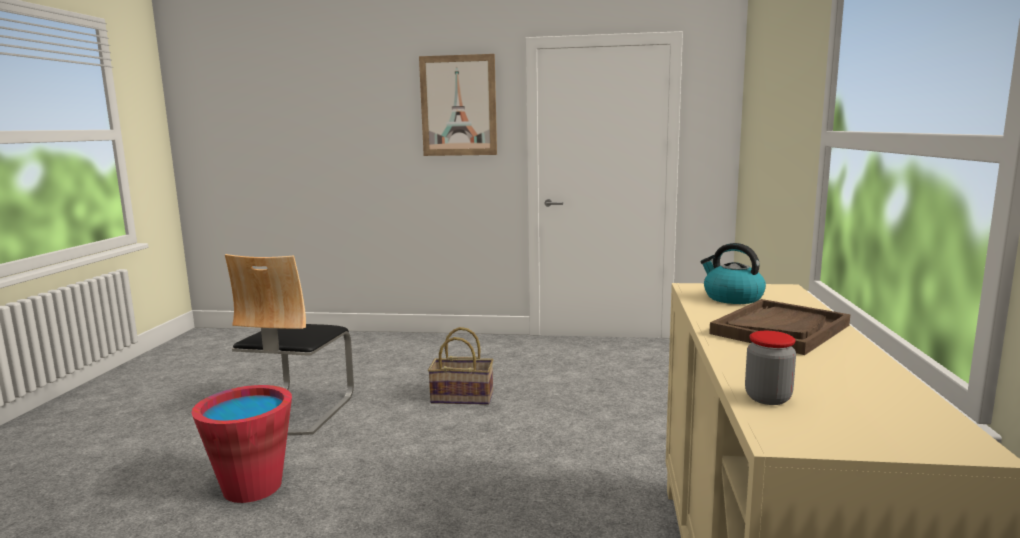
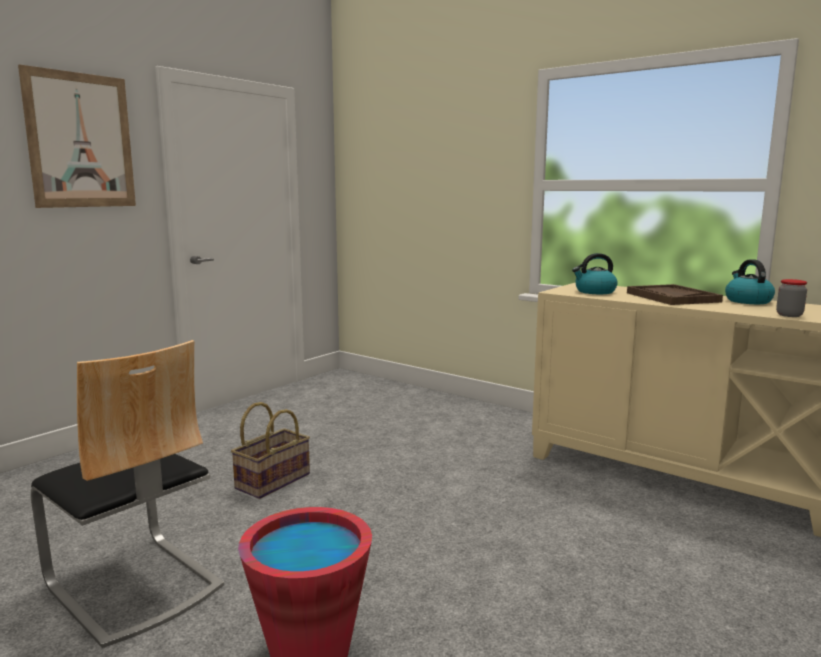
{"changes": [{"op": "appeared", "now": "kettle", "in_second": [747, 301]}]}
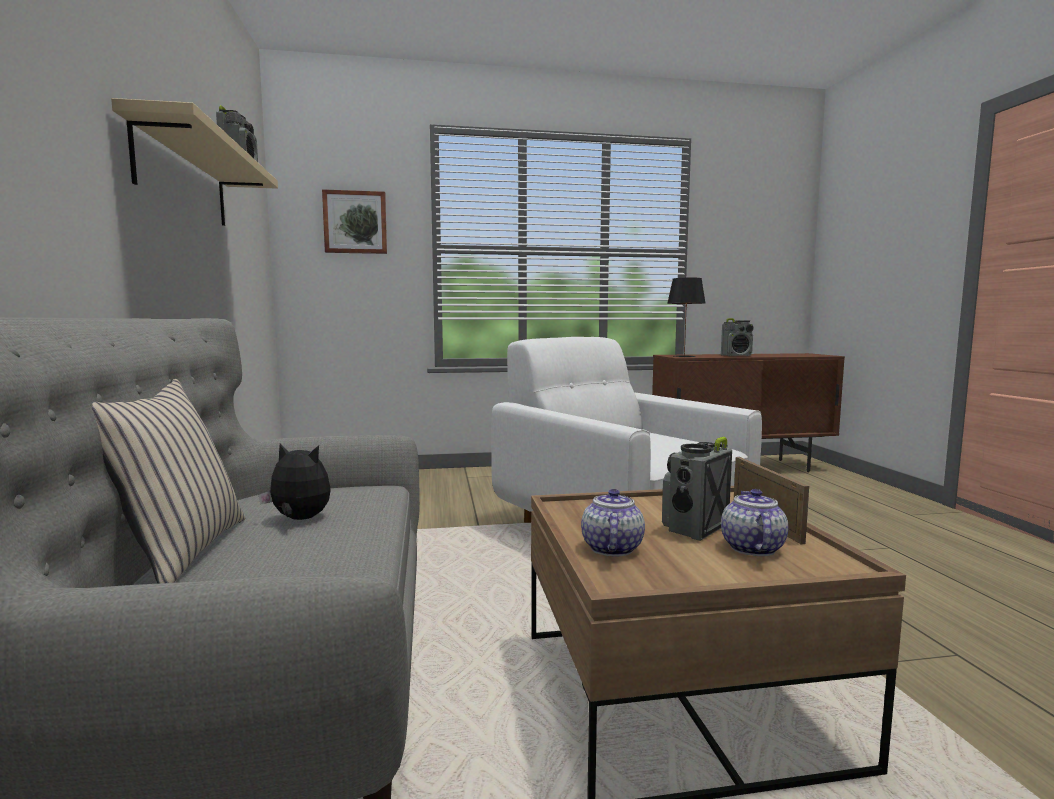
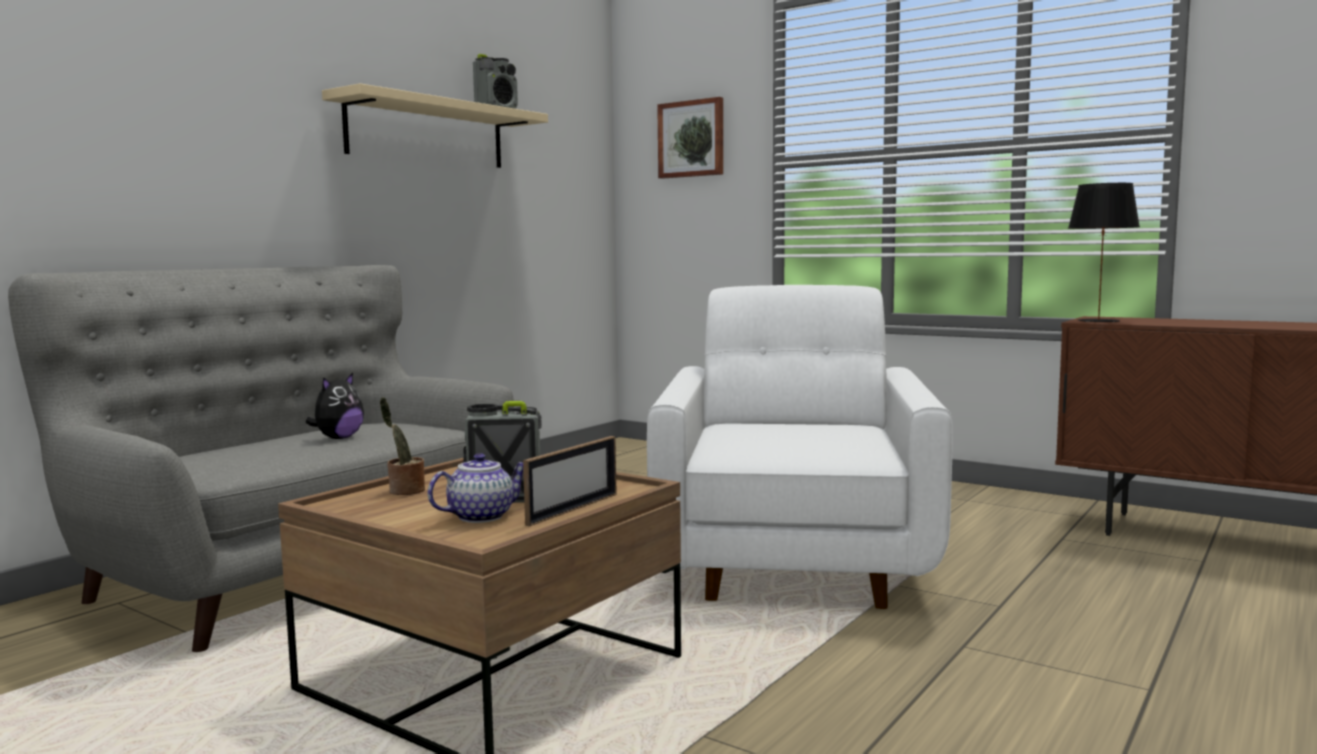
{"changes": [{"op": "missing", "was": "beige pillow", "in_first": [178, 552]}, {"op": "spun", "was": "plush toy", "in_first": [299, 520], "in_second": [338, 438], "clockwise": 60}, {"op": "exchanged", "was": "teapot", "now": "potted plant", "in_first": [611, 548], "in_second": [404, 491]}, {"op": "missing", "was": "radio", "in_first": [737, 355]}]}
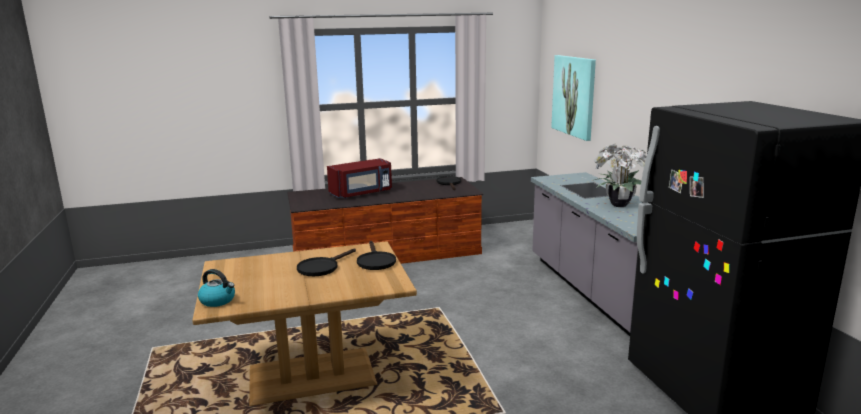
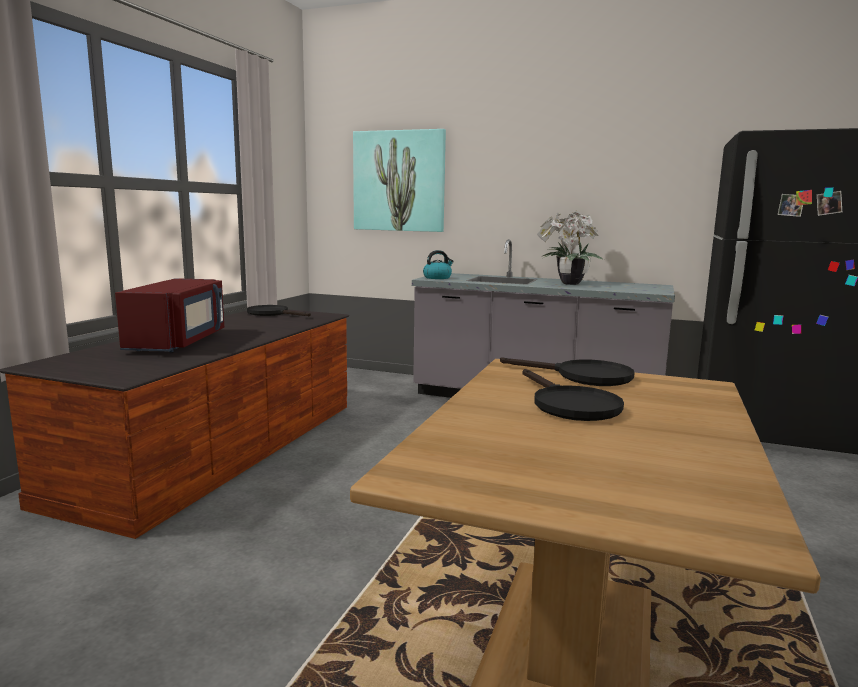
{"changes": [{"op": "relocated", "was": "kettle", "in_first": [218, 300], "in_second": [437, 277]}]}
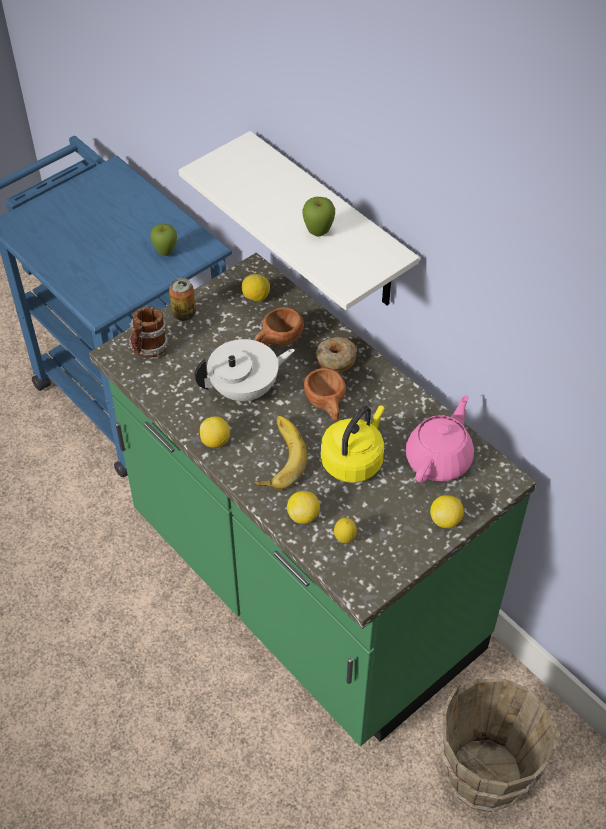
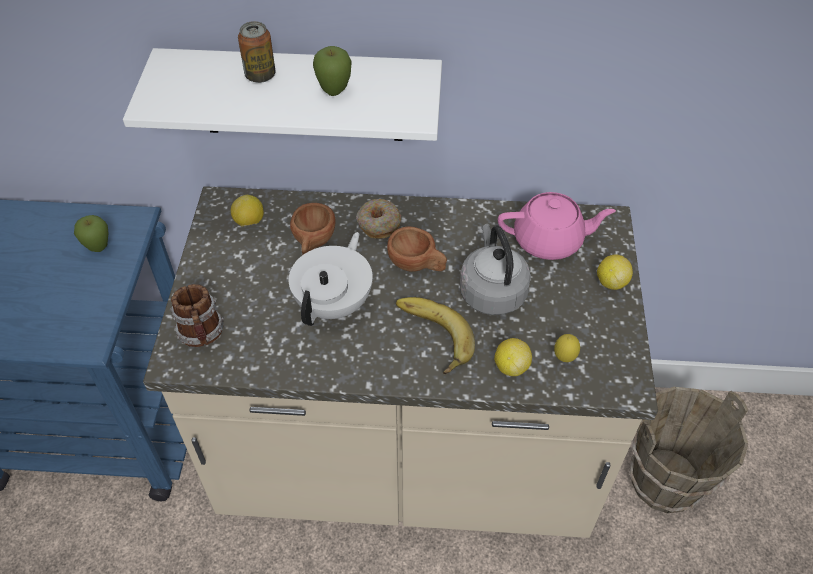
{"changes": [{"op": "colour", "was": "green counter", "now": "beige counter", "in_first": [303, 587], "in_second": [406, 461]}, {"op": "relocated", "was": "can", "in_first": [184, 314], "in_second": [260, 75]}, {"op": "missing", "was": "lemon", "in_first": [215, 441]}, {"op": "colour", "was": "yellow kettle", "now": "grey kettle", "in_first": [354, 460], "in_second": [491, 291]}, {"op": "spun", "was": "pink teapot", "in_first": [439, 459], "in_second": [549, 241], "clockwise": 105}]}
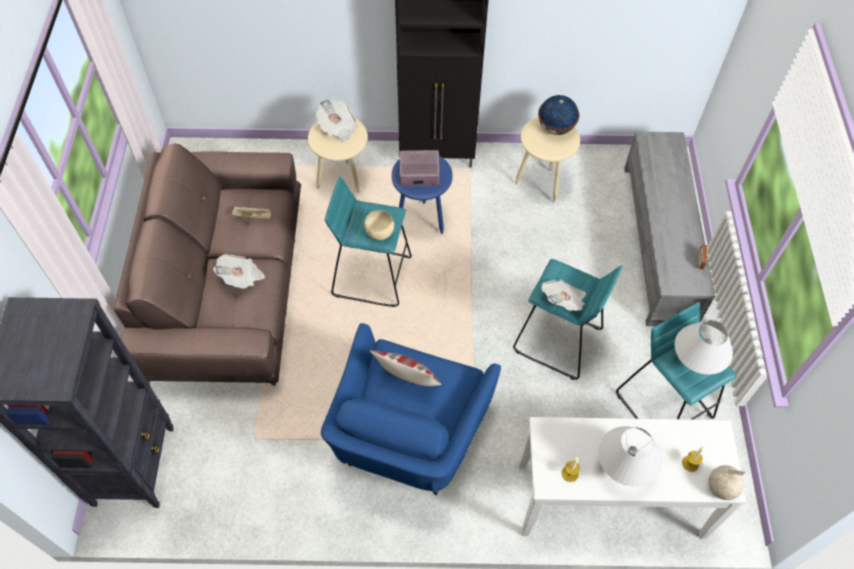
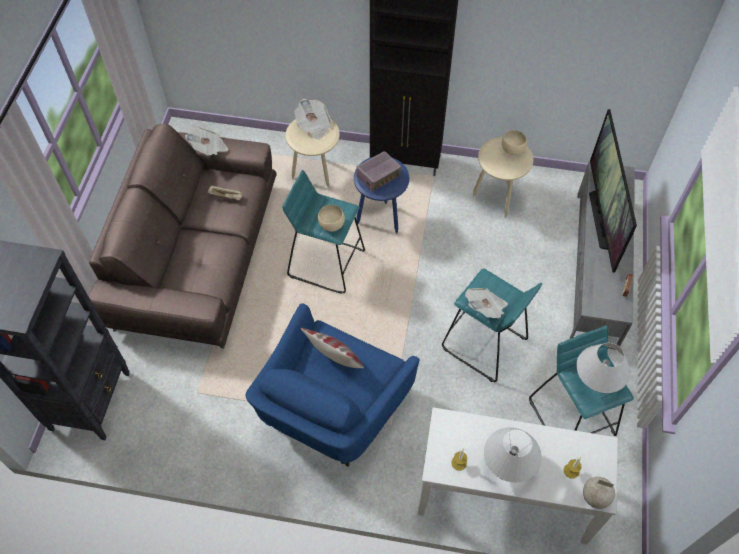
{"changes": [{"op": "relocated", "was": "newspaper", "in_first": [241, 277], "in_second": [209, 148]}, {"op": "spun", "was": "radio", "in_first": [419, 174], "in_second": [378, 176], "clockwise": 135}, {"op": "exchanged", "was": "globe", "now": "beige bowl", "in_first": [555, 128], "in_second": [512, 149]}, {"op": "appeared", "now": "television", "in_second": [601, 220]}]}
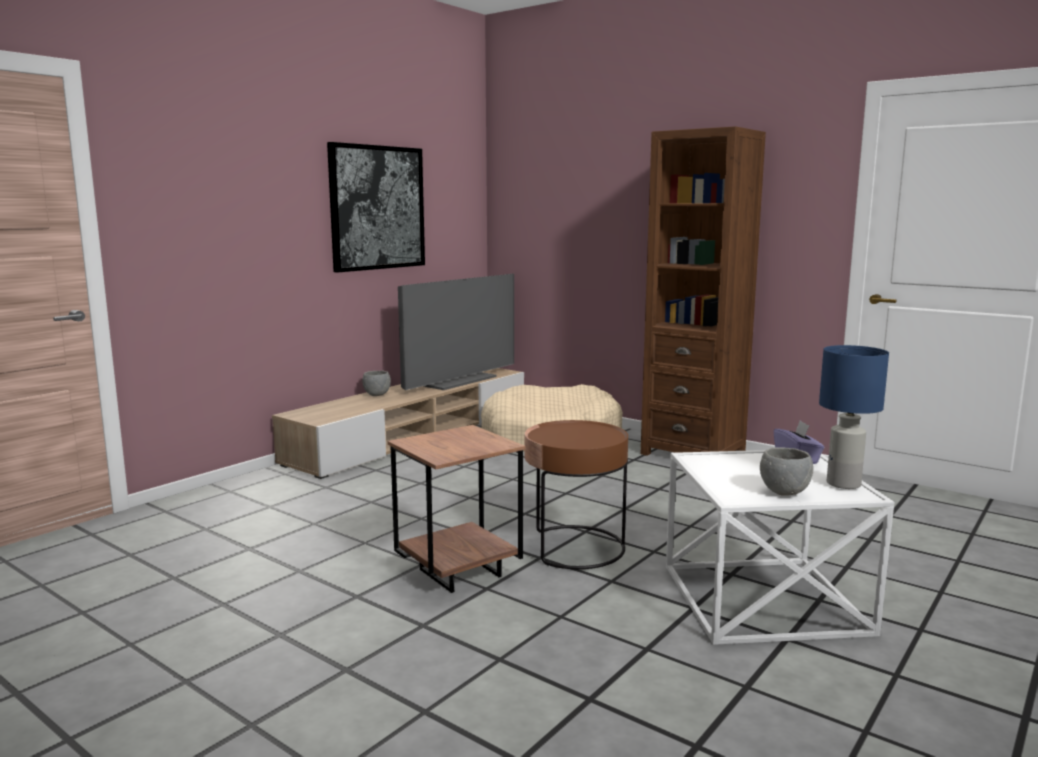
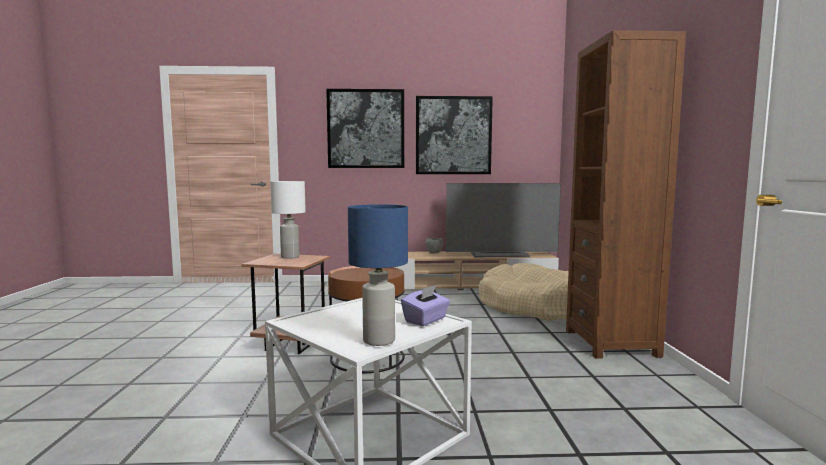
{"changes": [{"op": "missing", "was": "grey bowl", "in_first": [784, 492]}, {"op": "appeared", "now": "white table lamp", "in_second": [290, 257]}, {"op": "appeared", "now": "picture", "in_second": [366, 129]}]}
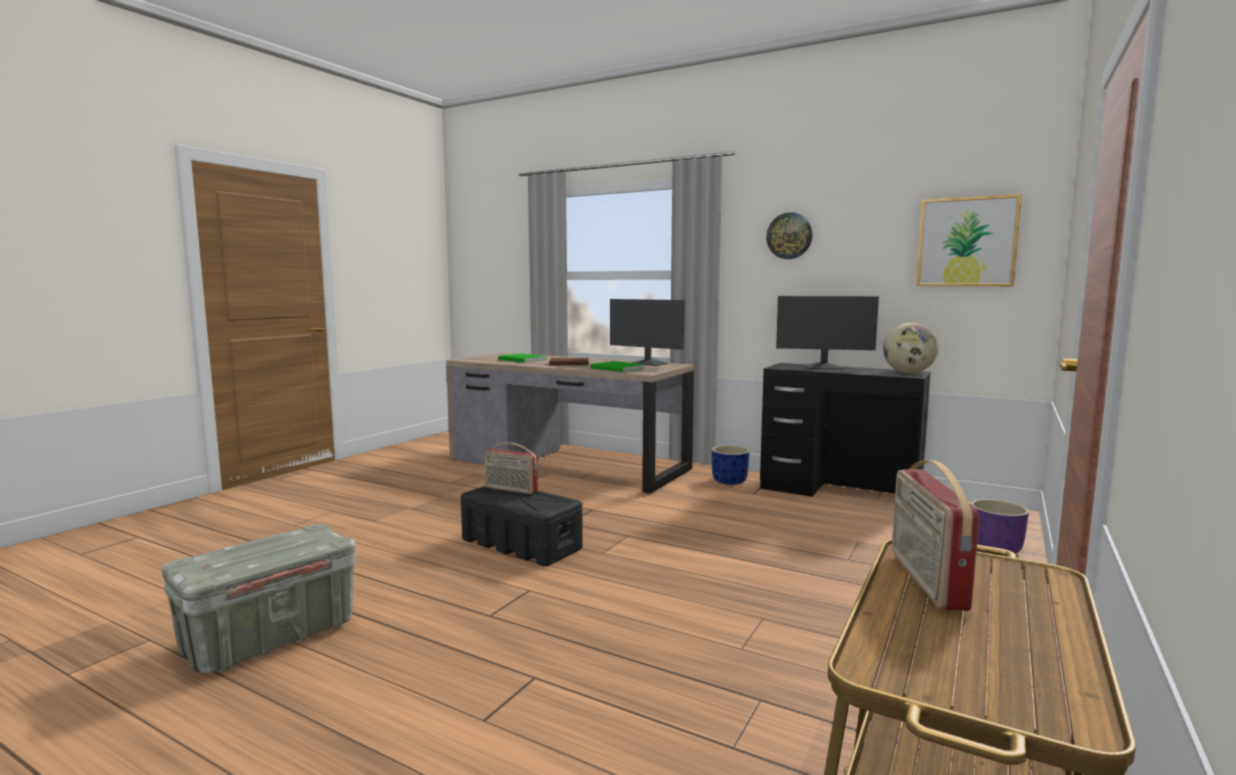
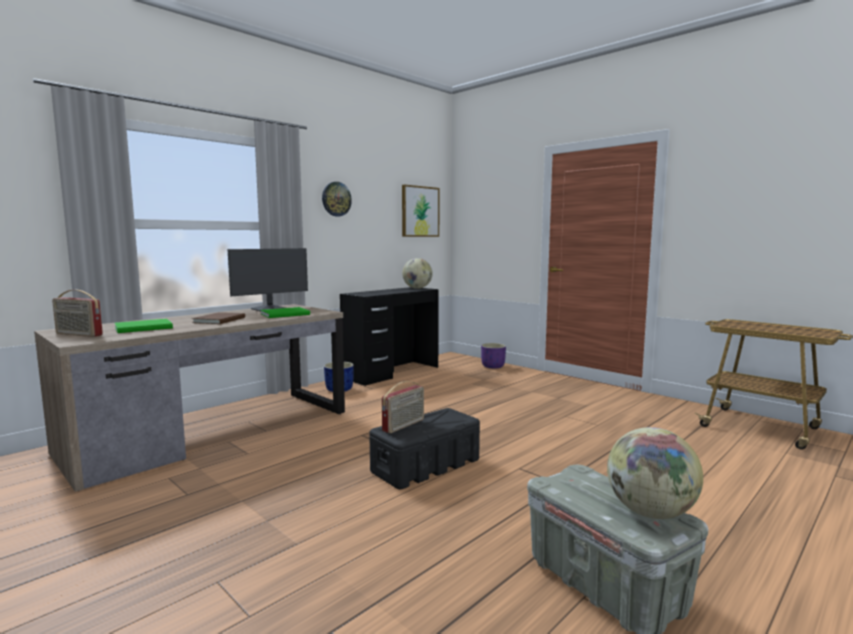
{"changes": [{"op": "missing", "was": "monitor", "in_first": [823, 367]}, {"op": "relocated", "was": "radio", "in_first": [925, 579], "in_second": [78, 335]}, {"op": "appeared", "now": "globe", "in_second": [650, 512]}]}
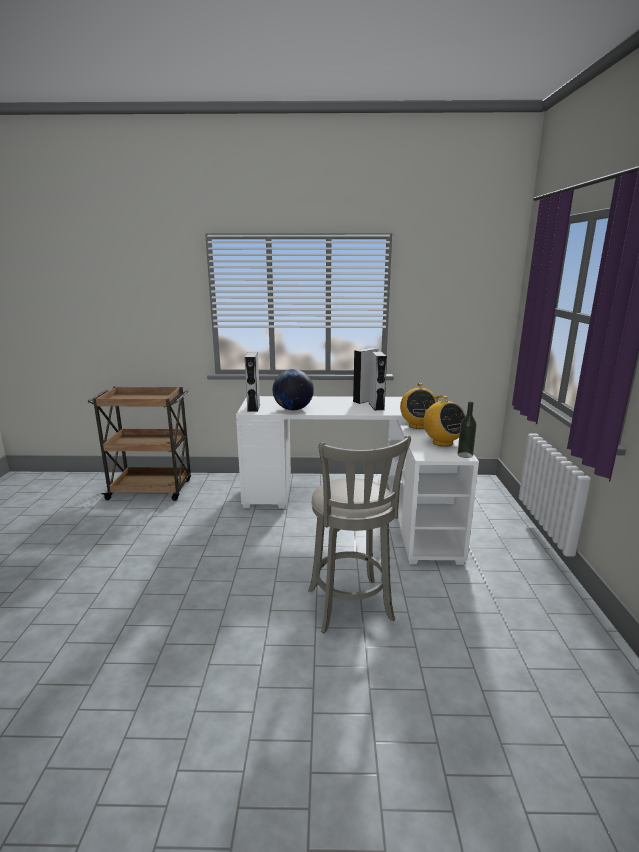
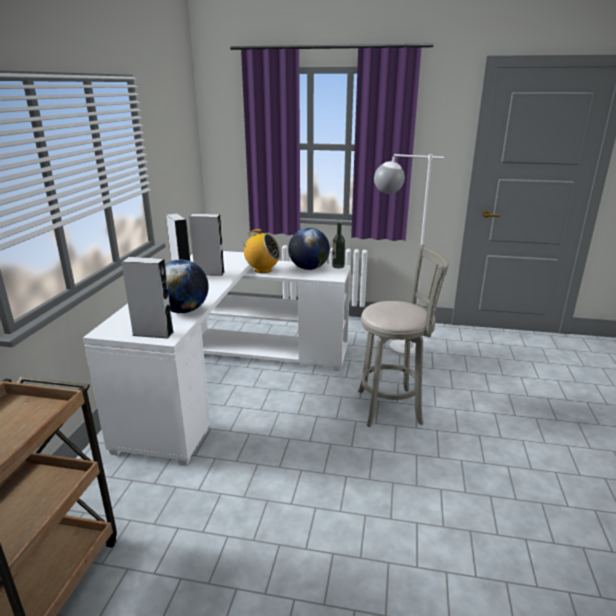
{"changes": [{"op": "exchanged", "was": "radio", "now": "globe", "in_first": [442, 442], "in_second": [309, 268]}, {"op": "appeared", "now": "white floor lamp", "in_second": [393, 346]}]}
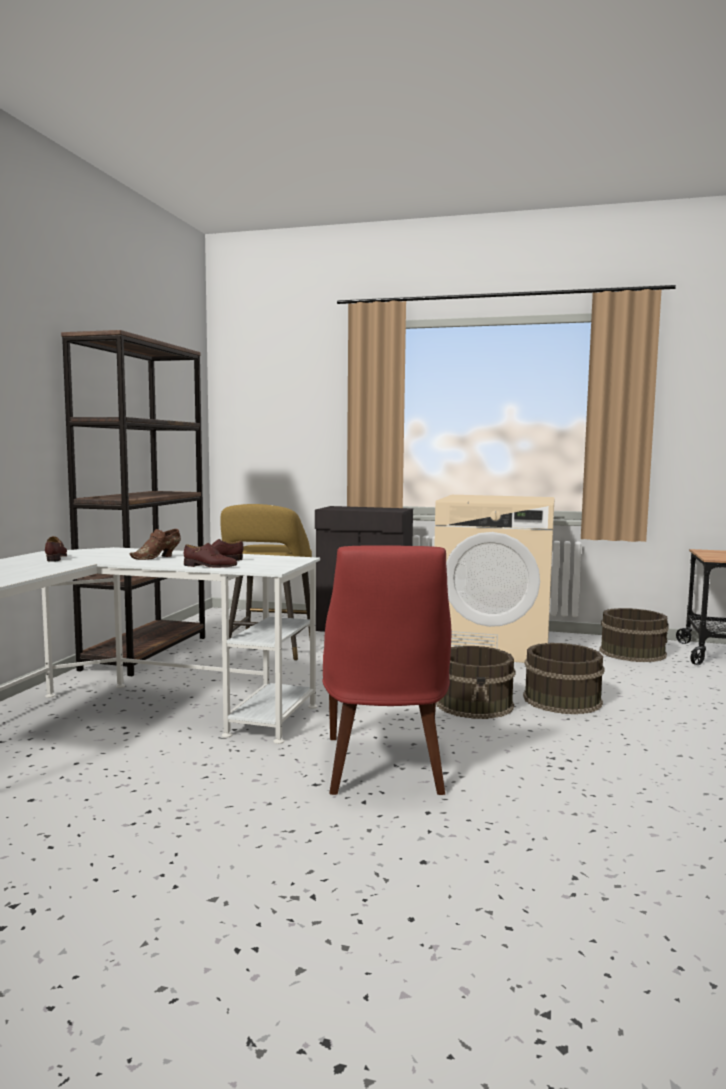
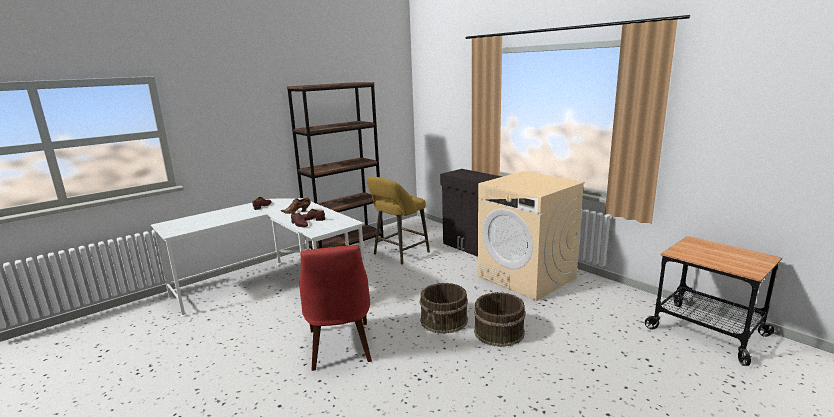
{"changes": [{"op": "spun", "was": "red chair", "in_first": [384, 768], "in_second": [340, 348], "clockwise": -45}, {"op": "missing", "was": "brown bucket", "in_first": [632, 653]}]}
